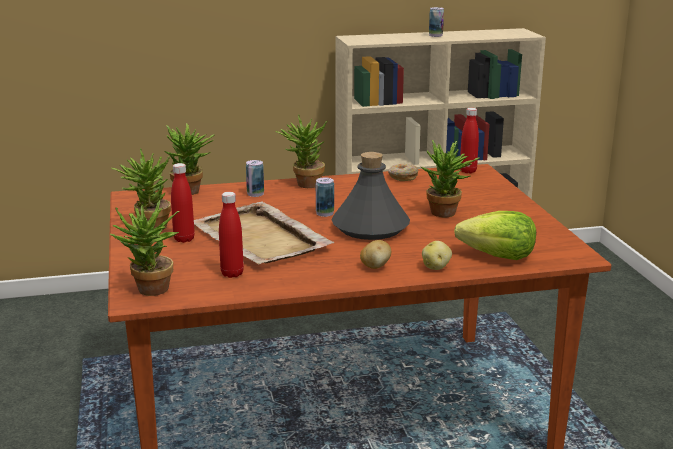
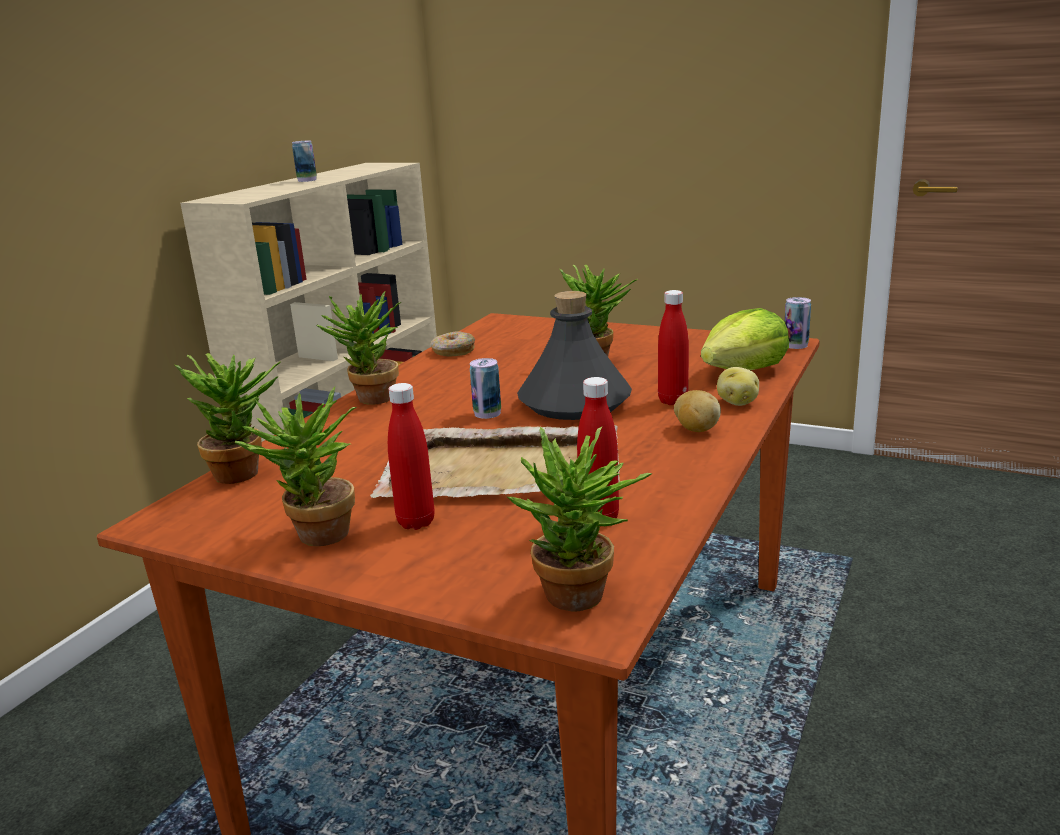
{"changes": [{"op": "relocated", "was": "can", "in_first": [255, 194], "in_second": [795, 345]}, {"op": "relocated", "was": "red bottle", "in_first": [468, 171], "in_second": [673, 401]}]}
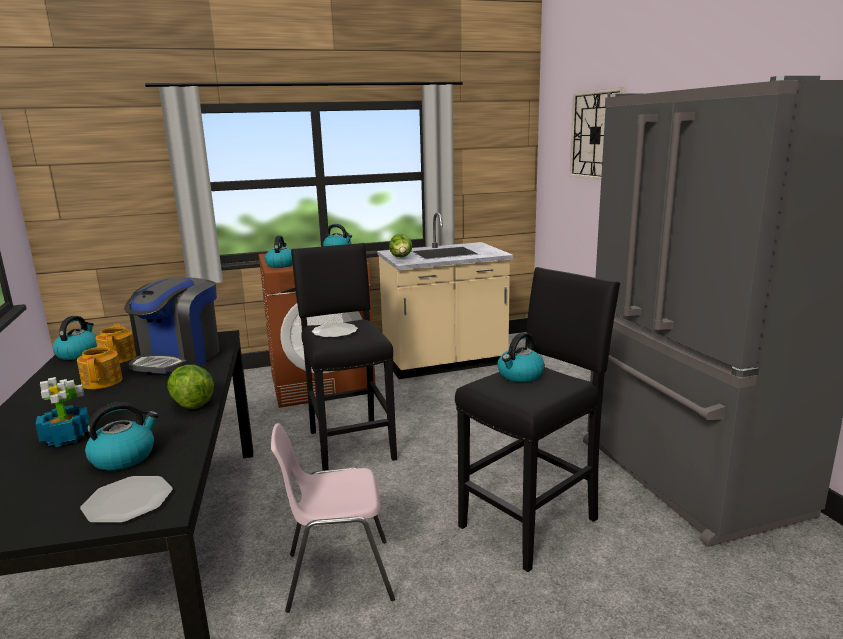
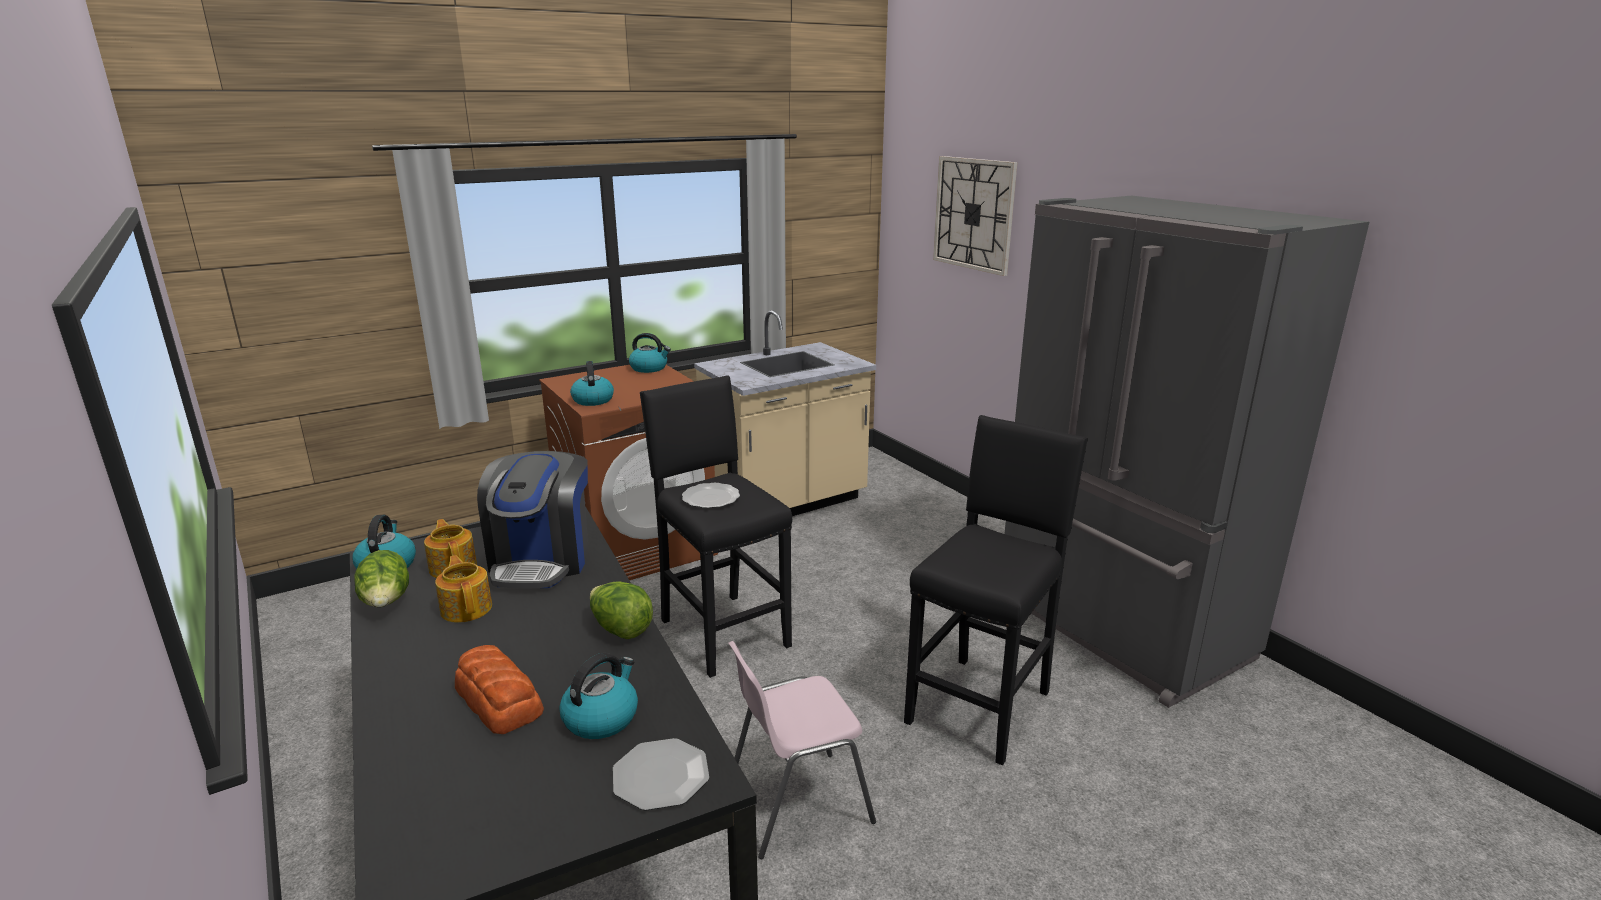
{"changes": [{"op": "exchanged", "was": "potted plant", "now": "bread", "in_first": [67, 437], "in_second": [499, 699]}, {"op": "relocated", "was": "lettuce", "in_first": [401, 258], "in_second": [387, 603]}, {"op": "missing", "was": "kettle", "in_first": [520, 375]}]}
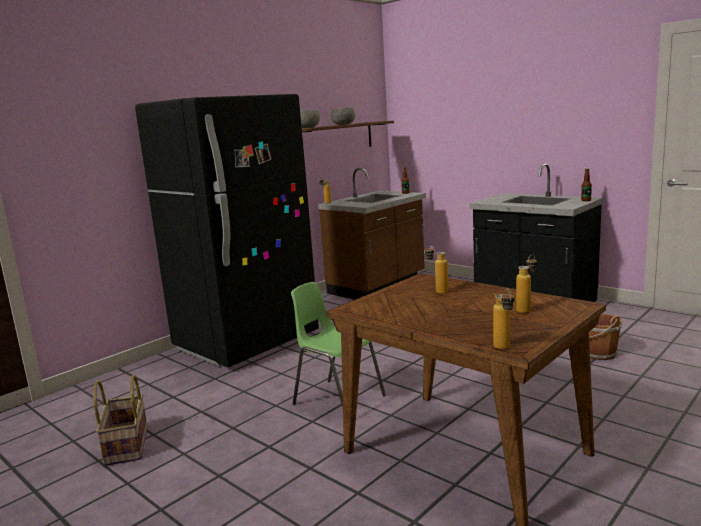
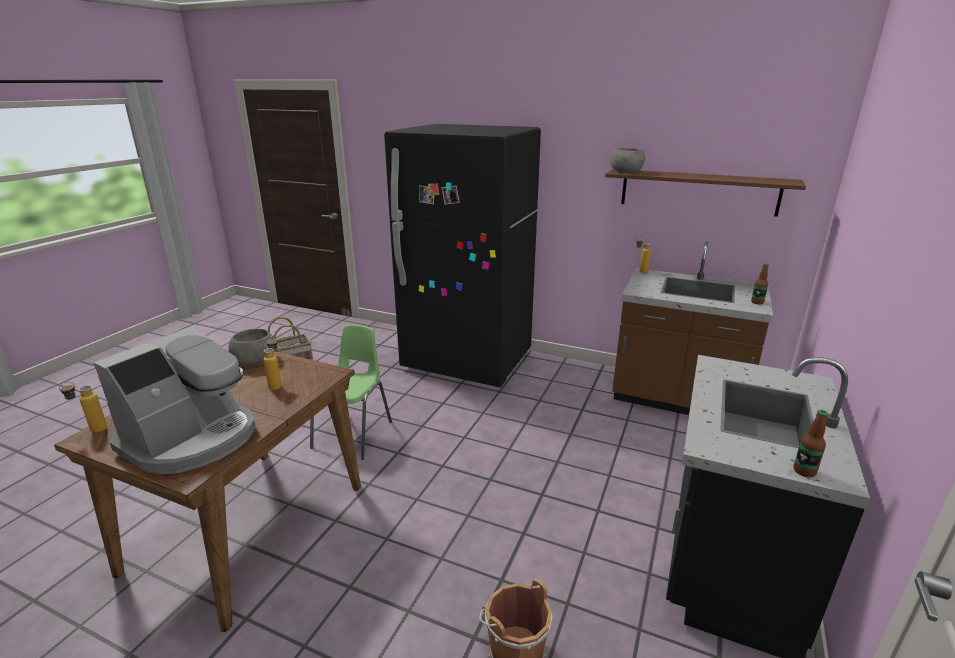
{"changes": [{"op": "relocated", "was": "grey bowl", "in_first": [343, 124], "in_second": [255, 360]}, {"op": "exchanged", "was": "bottle", "now": "coffee machine", "in_first": [526, 309], "in_second": [193, 439]}]}
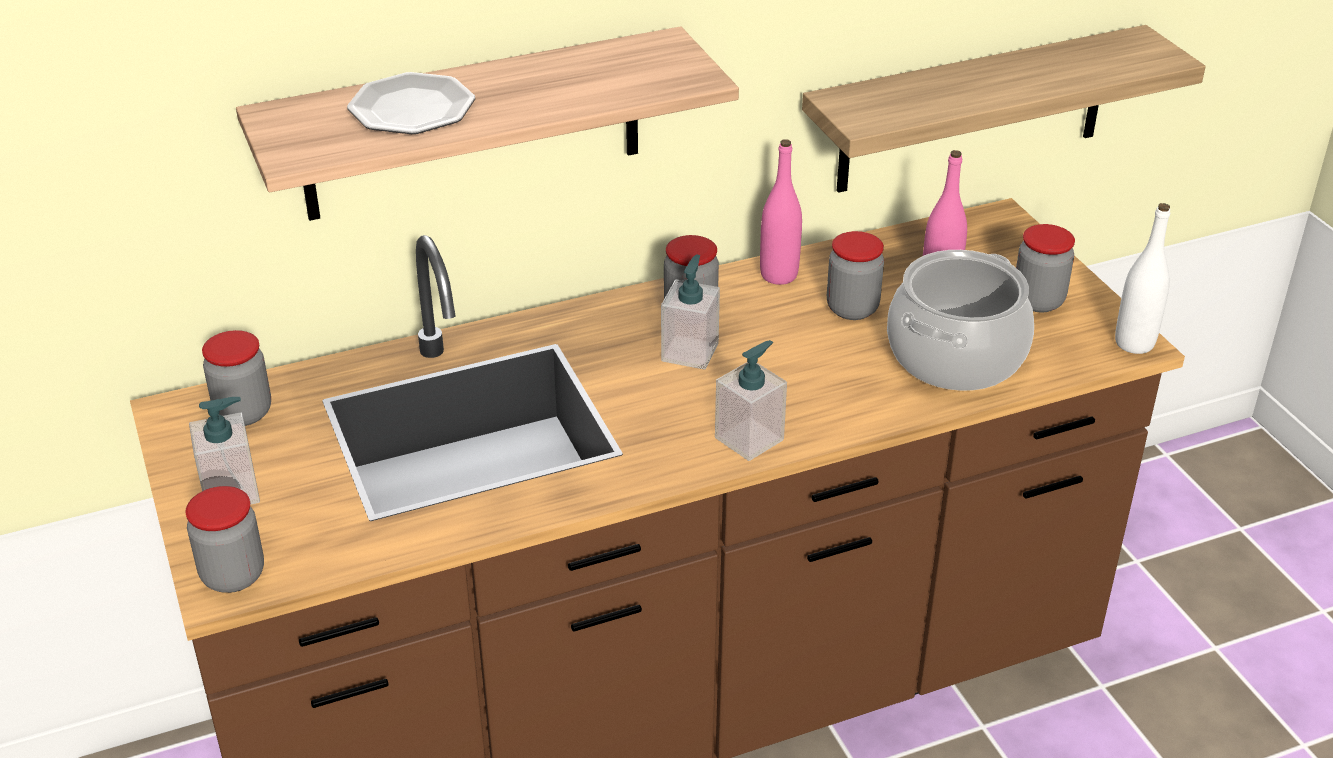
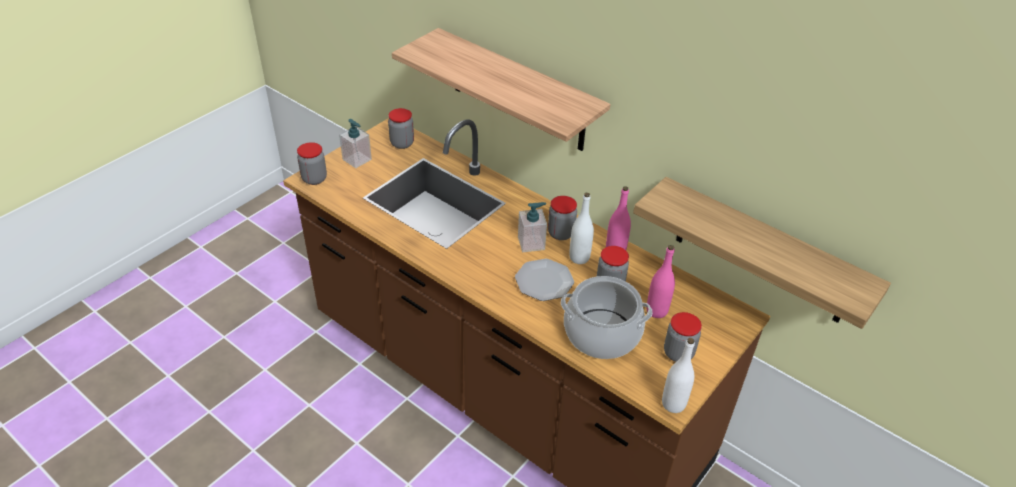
{"changes": [{"op": "relocated", "was": "plate", "in_first": [411, 108], "in_second": [544, 281]}, {"op": "missing", "was": "soap dispenser", "in_first": [749, 438]}, {"op": "appeared", "now": "white bottle", "in_second": [579, 258]}]}
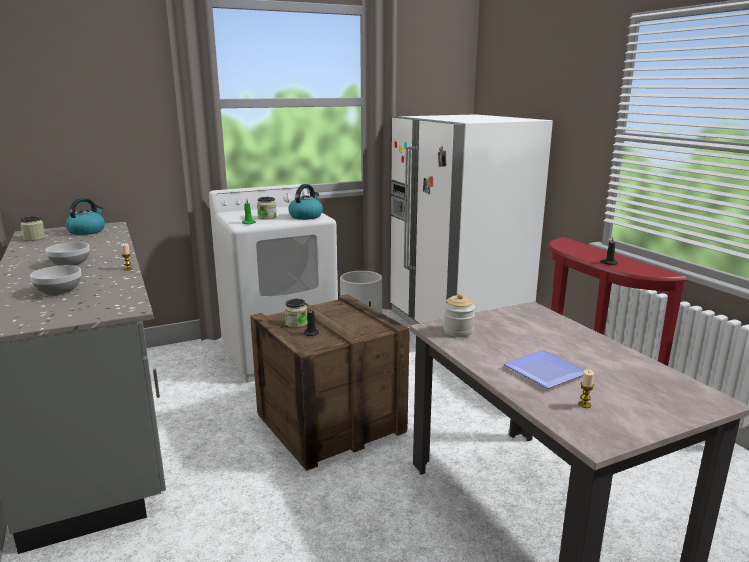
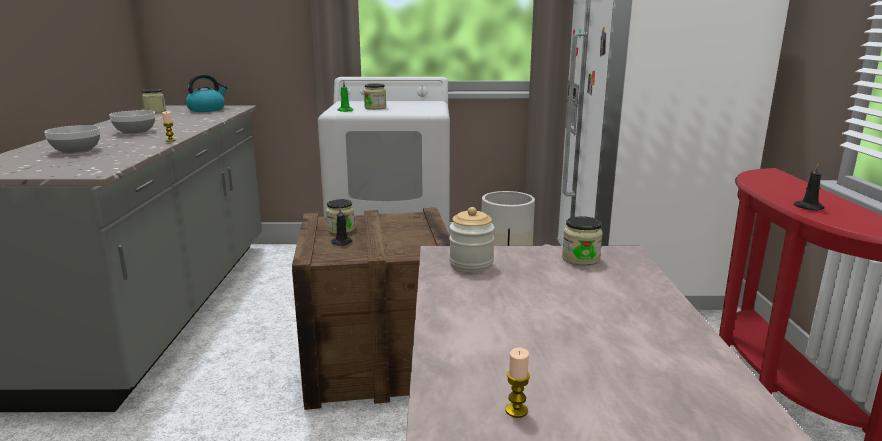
{"changes": [{"op": "missing", "was": "kettle", "in_first": [306, 216]}, {"op": "missing", "was": "plate", "in_first": [544, 370]}, {"op": "appeared", "now": "jar", "in_second": [580, 259]}]}
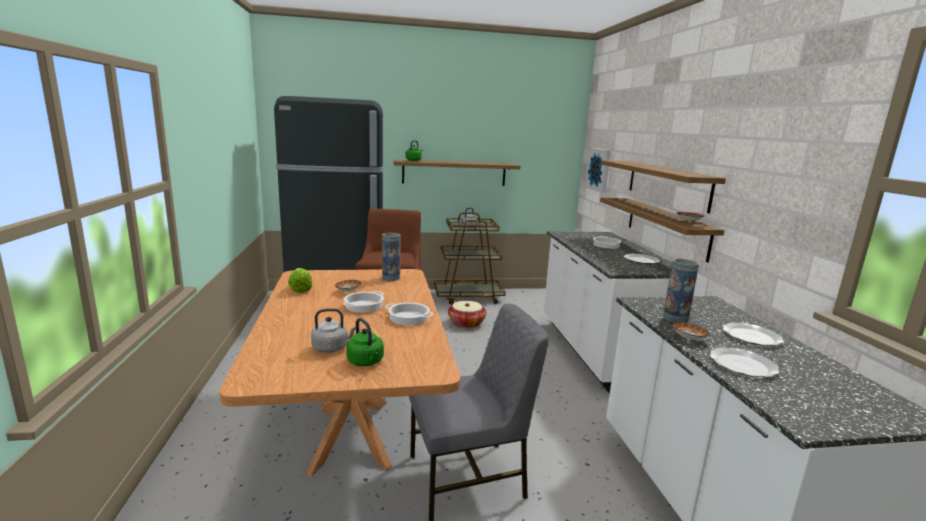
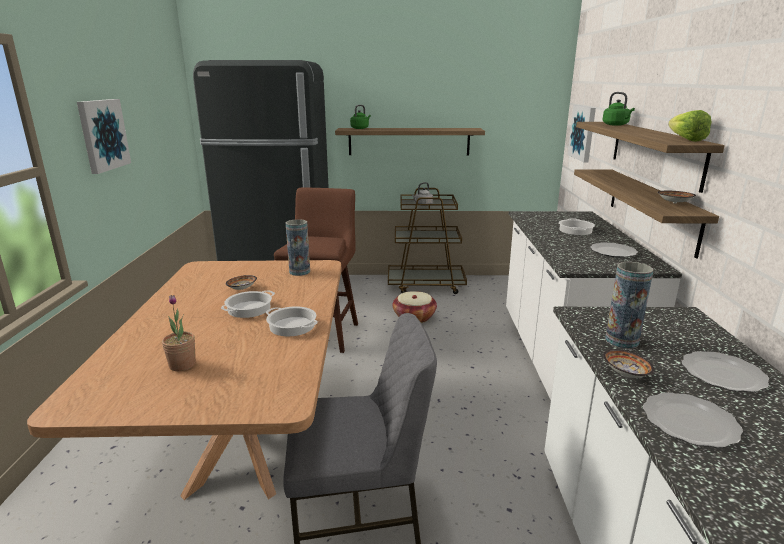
{"changes": [{"op": "relocated", "was": "lettuce", "in_first": [301, 288], "in_second": [683, 139]}, {"op": "exchanged", "was": "grey kettle", "now": "potted plant", "in_first": [332, 348], "in_second": [182, 365]}, {"op": "relocated", "was": "green kettle", "in_first": [366, 362], "in_second": [616, 125]}, {"op": "appeared", "now": "picture", "in_second": [103, 135]}]}
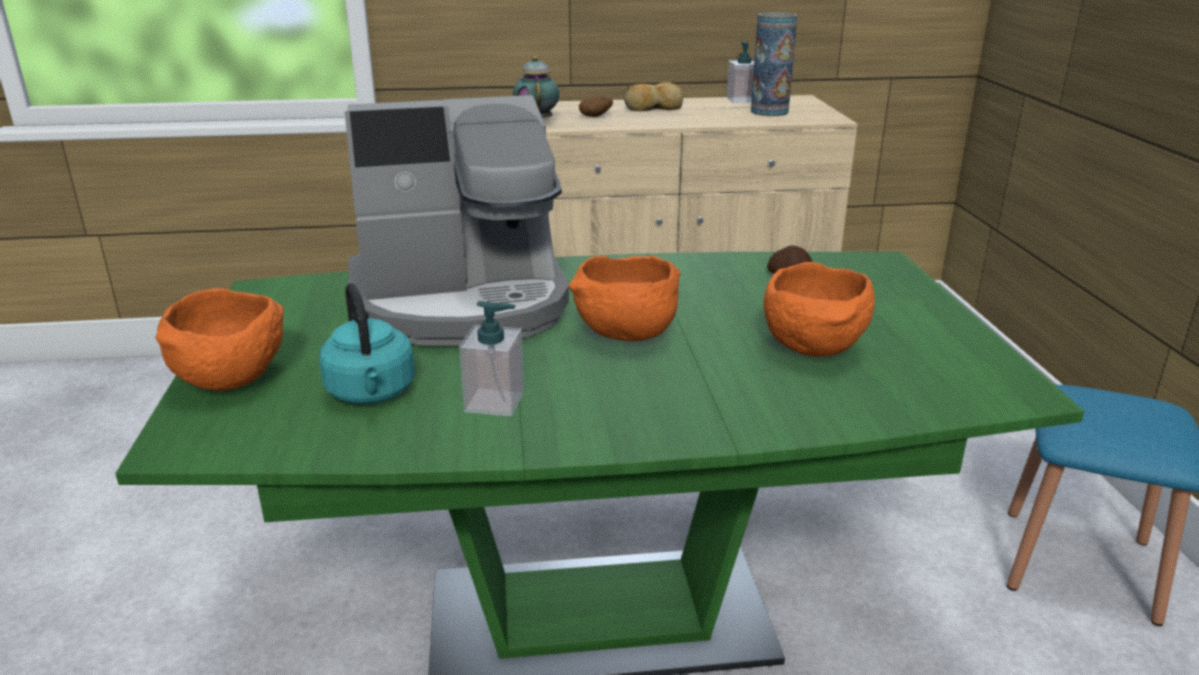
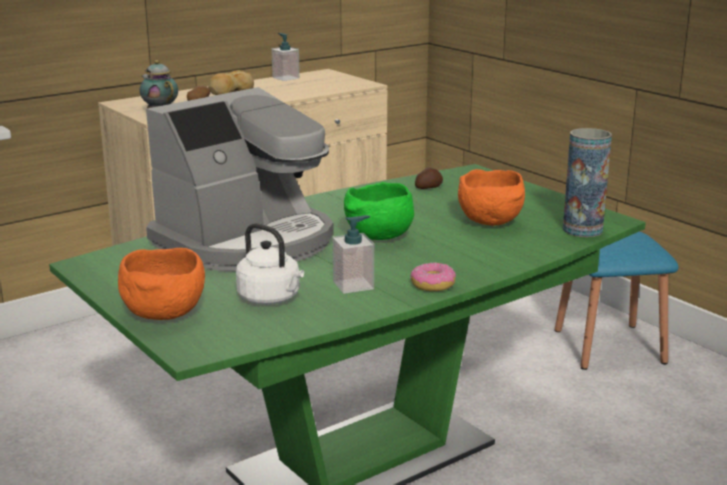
{"changes": [{"op": "colour", "was": "turquoise kettle", "now": "white kettle", "in_first": [372, 393], "in_second": [271, 298]}, {"op": "colour", "was": "orange bowl", "now": "green bowl", "in_first": [624, 335], "in_second": [378, 238]}, {"op": "relocated", "was": "vase", "in_first": [769, 112], "in_second": [582, 230]}, {"op": "appeared", "now": "donut", "in_second": [432, 285]}]}
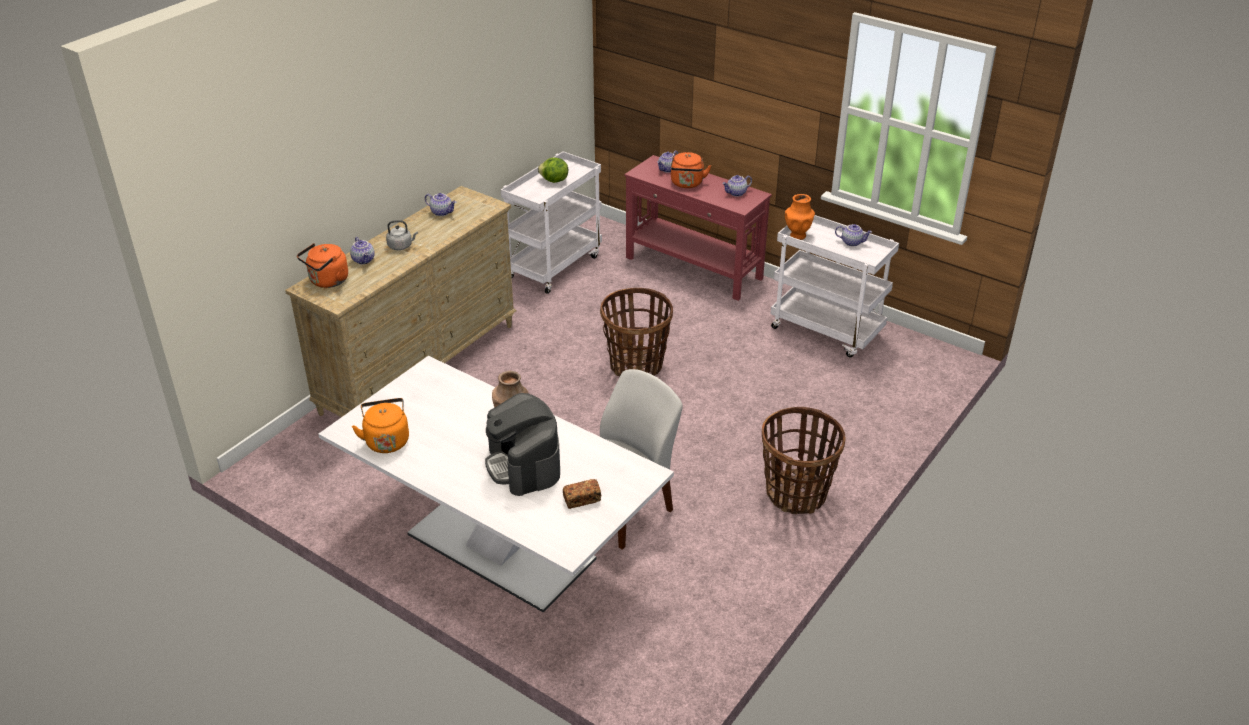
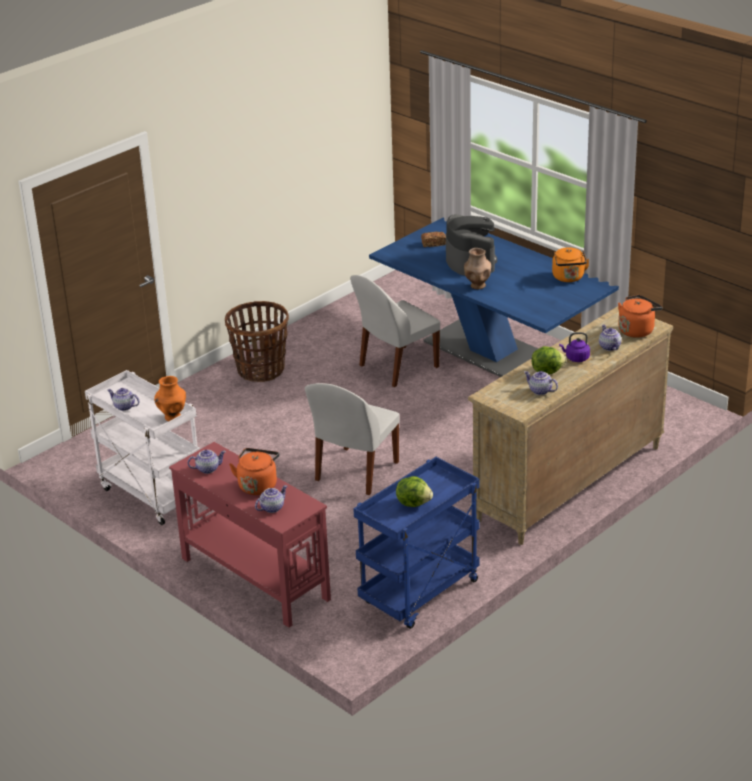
{"changes": [{"op": "colour", "was": "white dining table", "now": "blue dining table", "in_first": [501, 547], "in_second": [491, 352]}, {"op": "colour", "was": "grey kettle", "now": "purple kettle", "in_first": [401, 246], "in_second": [576, 358]}, {"op": "colour", "was": "white cart", "now": "blue cart", "in_first": [554, 265], "in_second": [420, 594]}, {"op": "exchanged", "was": "basket", "now": "white chair", "in_first": [636, 365], "in_second": [355, 472]}, {"op": "appeared", "now": "lettuce", "in_second": [547, 371]}]}
